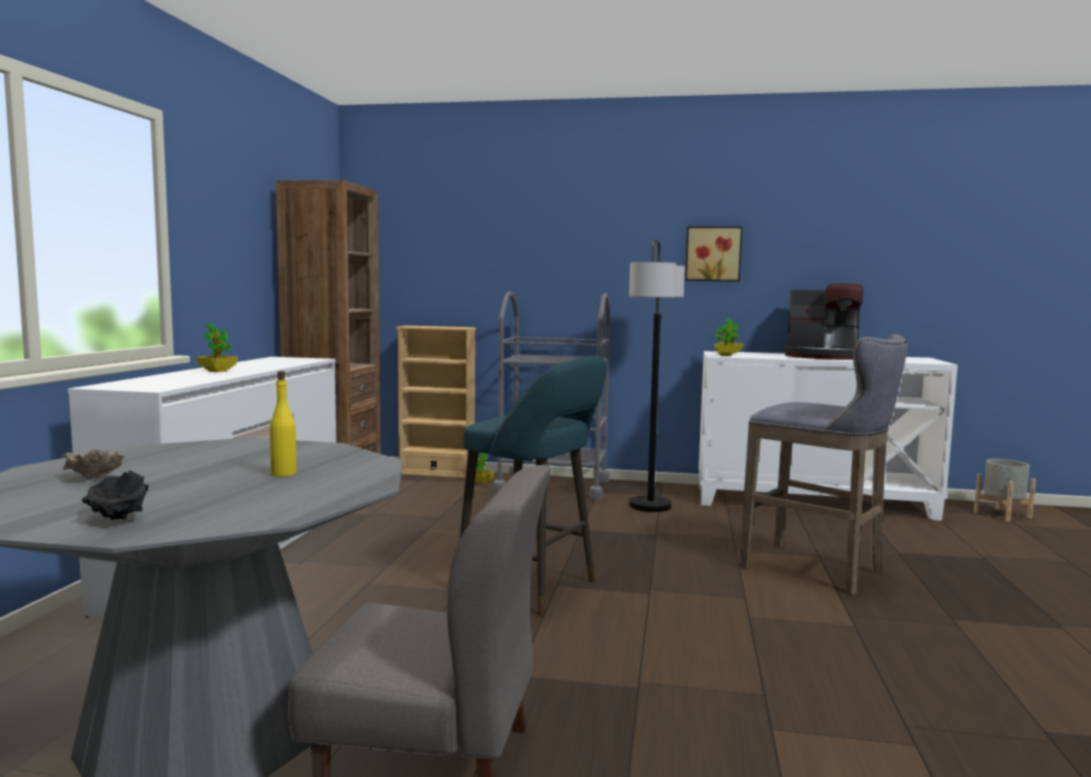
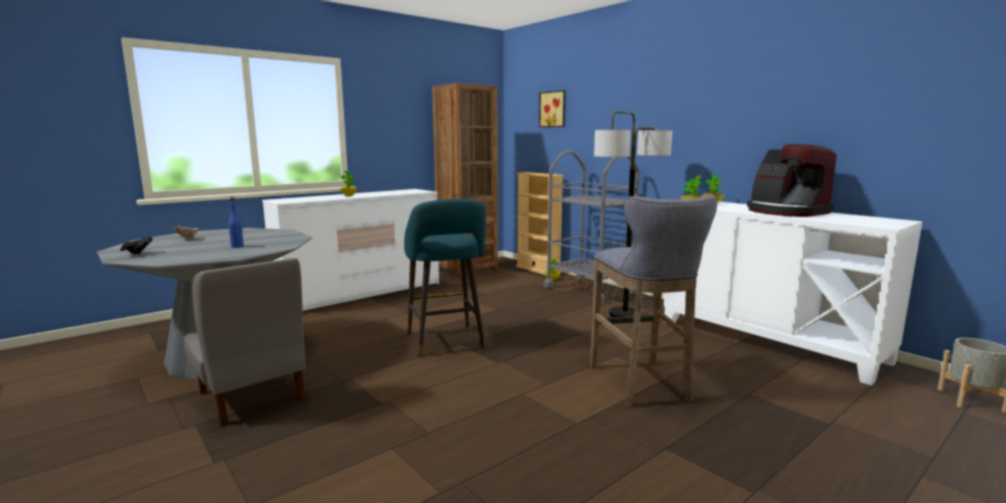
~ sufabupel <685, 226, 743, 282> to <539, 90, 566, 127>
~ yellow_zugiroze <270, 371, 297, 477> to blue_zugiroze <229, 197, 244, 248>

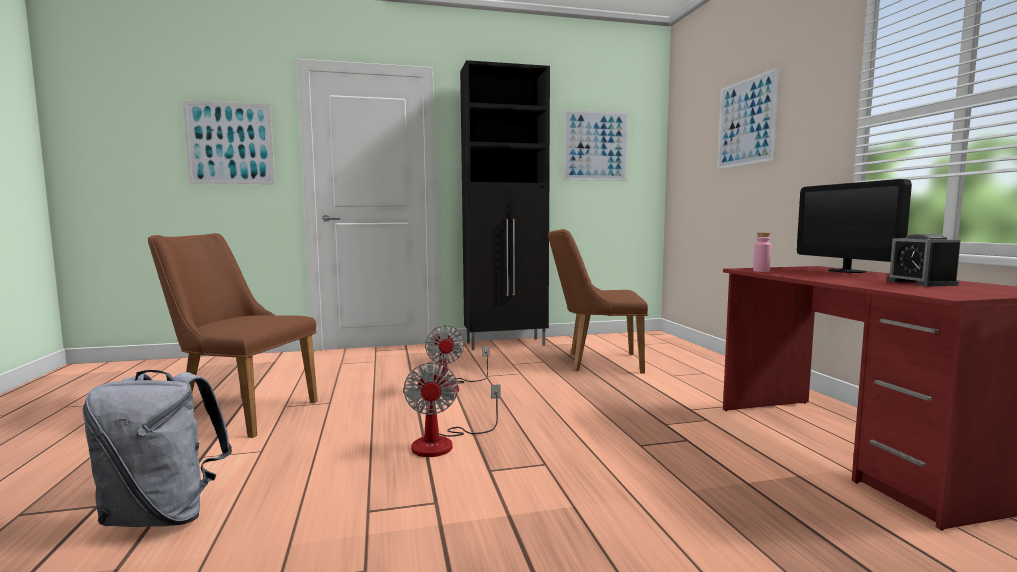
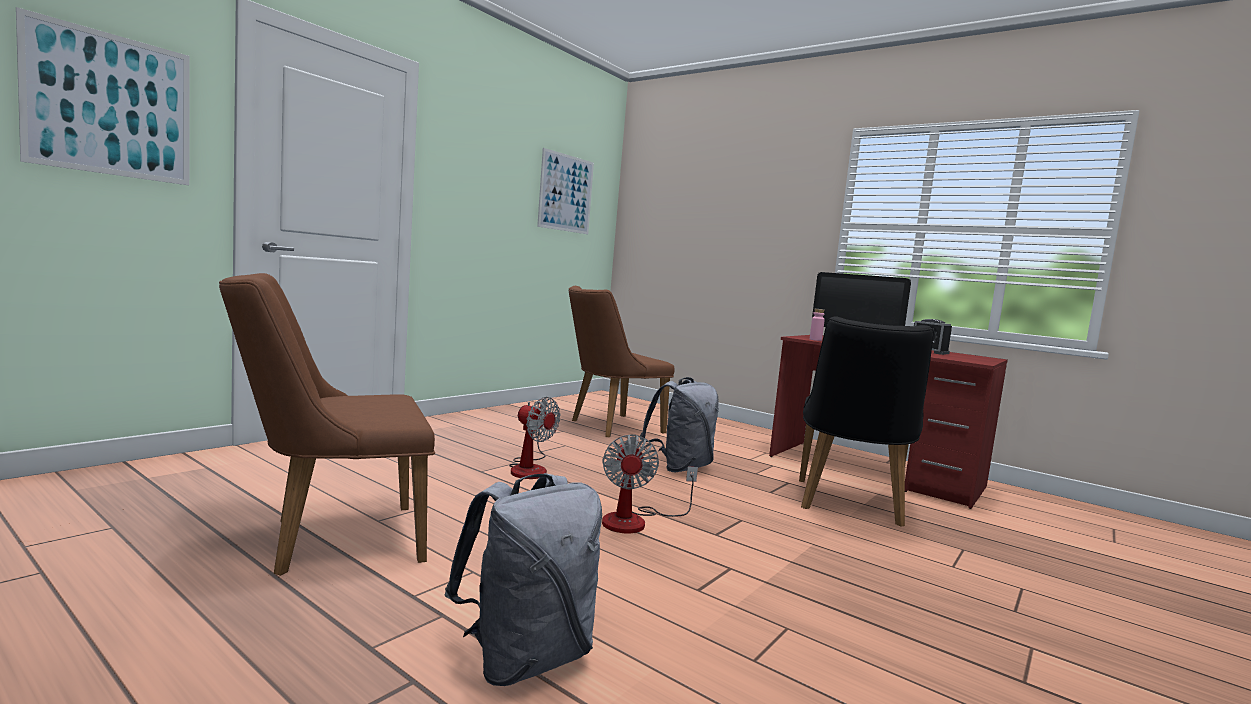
- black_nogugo <460, 60, 550, 350>
- sufabupel <717, 67, 779, 169>
~ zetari <403, 362, 501, 457> = <602, 434, 698, 533> 45 degrees clockwise
+ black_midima <799, 317, 934, 527>
+ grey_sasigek <640, 377, 719, 472>

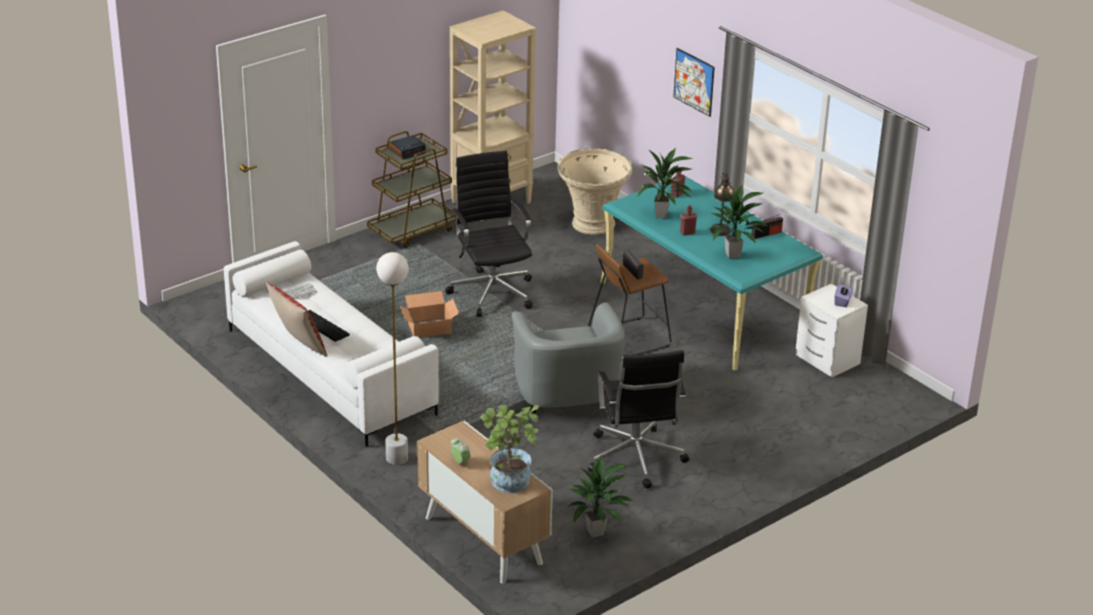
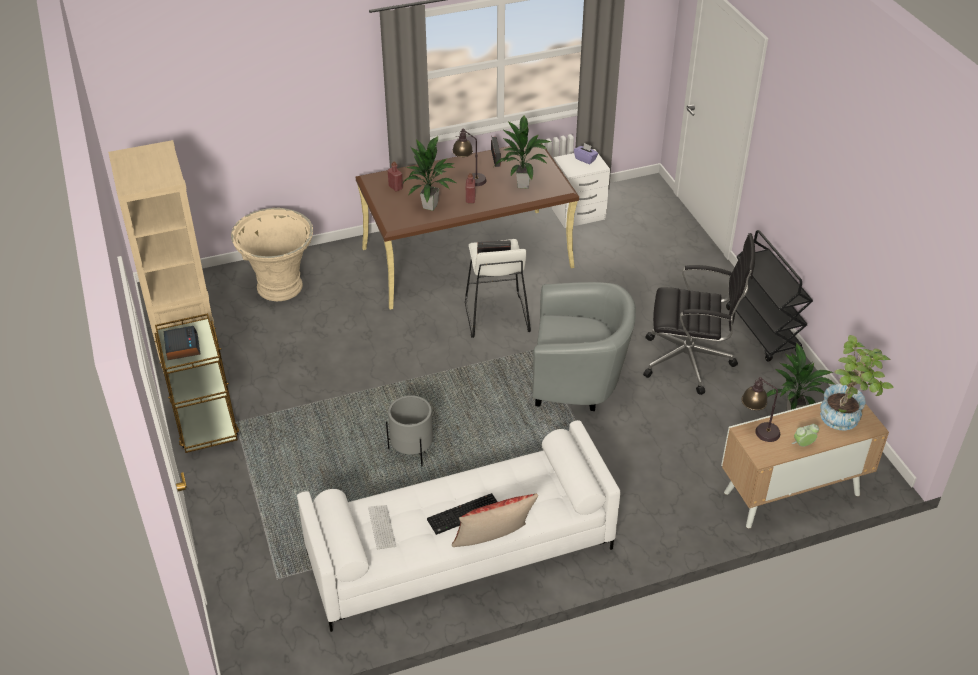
- sufabupel <673, 48, 715, 117>
- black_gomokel <445, 151, 533, 317>
~ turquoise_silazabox <600, 176, 823, 371> to brown_silazabox <356, 143, 579, 310>
~ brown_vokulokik <588, 244, 671, 355> to white_vokulokik <465, 239, 531, 338>
- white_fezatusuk <376, 252, 409, 465>
~ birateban <400, 291, 459, 338> to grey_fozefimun <386, 395, 433, 466>
+ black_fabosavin <726, 230, 813, 362>
+ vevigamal <742, 377, 780, 442>

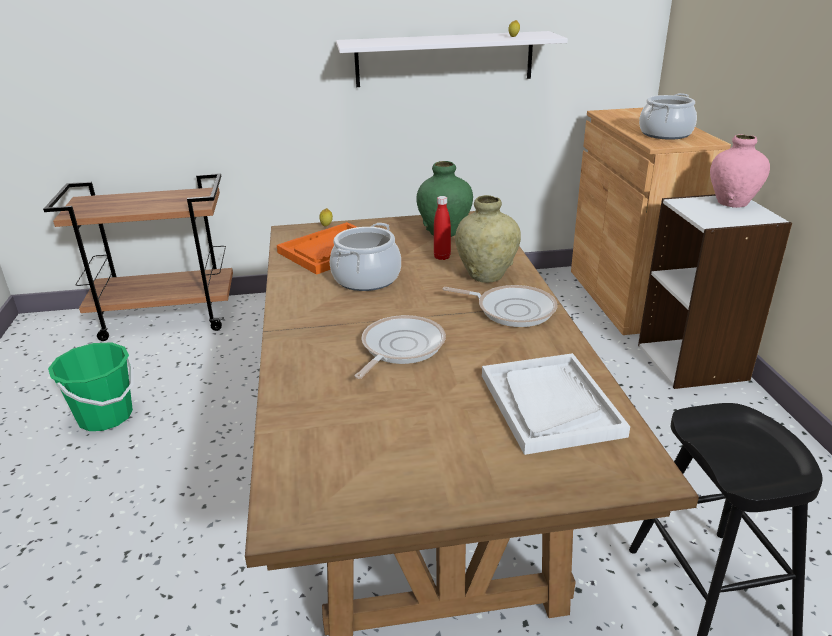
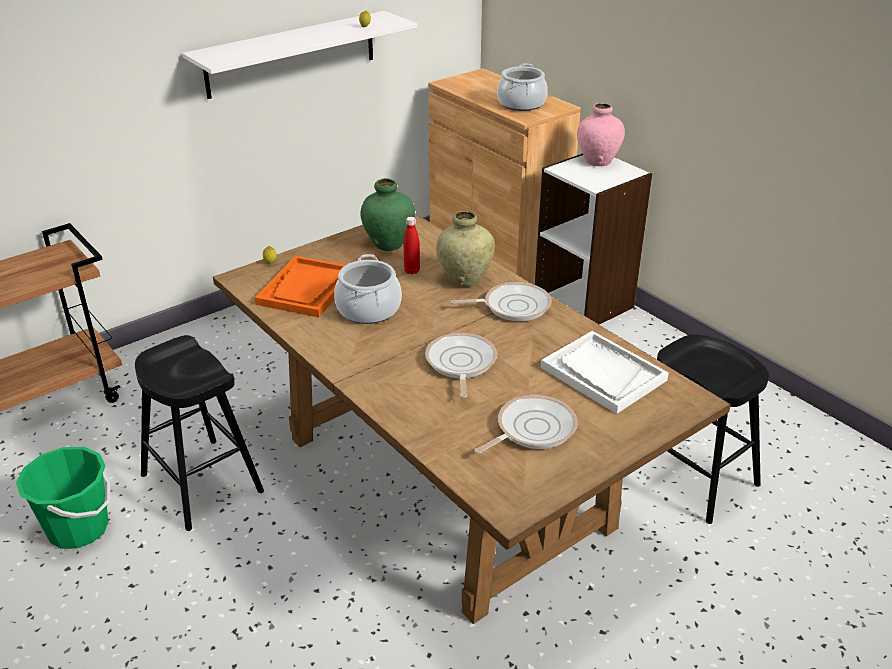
+ black_vokulokik <135, 335, 264, 531>
+ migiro <475, 395, 578, 454>

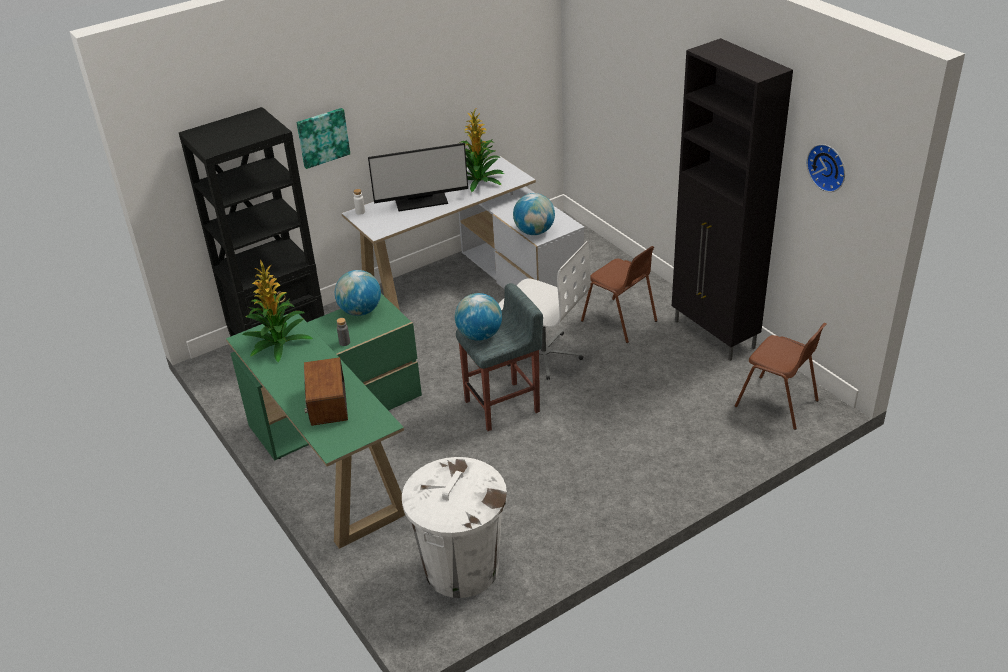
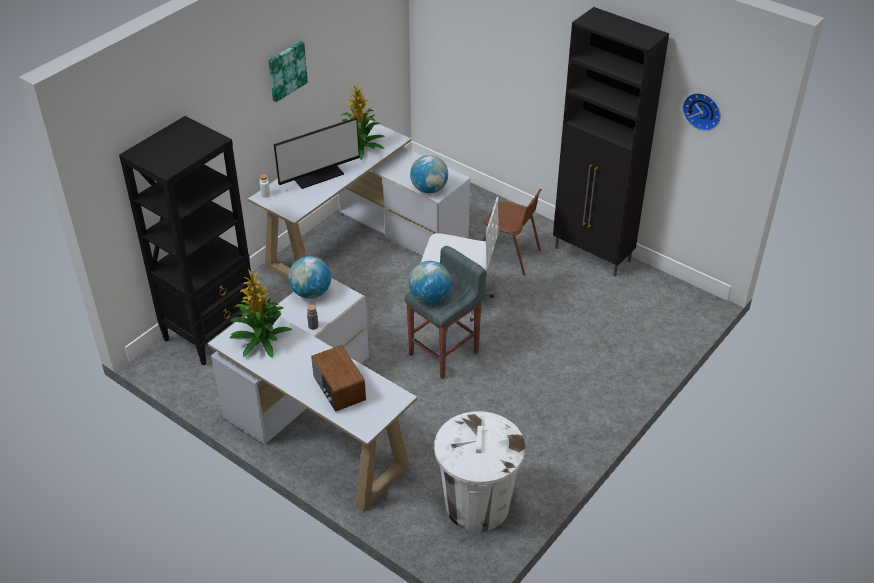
~ sufabupel <296, 108, 350, 169> to <268, 41, 308, 102>
~ green_silazabox <226, 294, 422, 549> to white_silazabox <208, 278, 417, 512>
- brown_midima <735, 323, 826, 430>

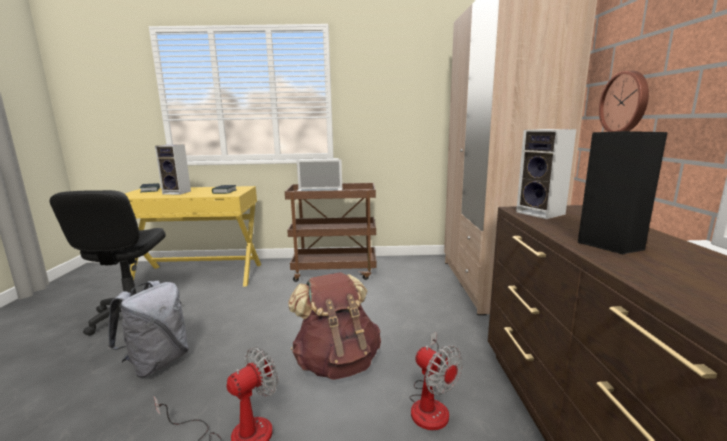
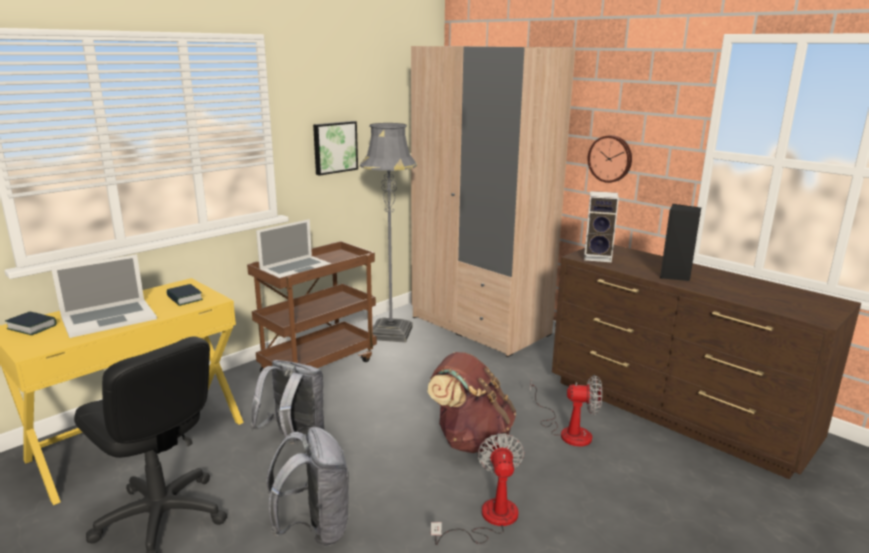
~ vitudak <155, 144, 191, 195> to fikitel <51, 254, 157, 338>
+ sufabupel <313, 121, 358, 176>
+ grey_fezatusuk <360, 123, 417, 343>
+ grey_sasigek <250, 360, 325, 444>

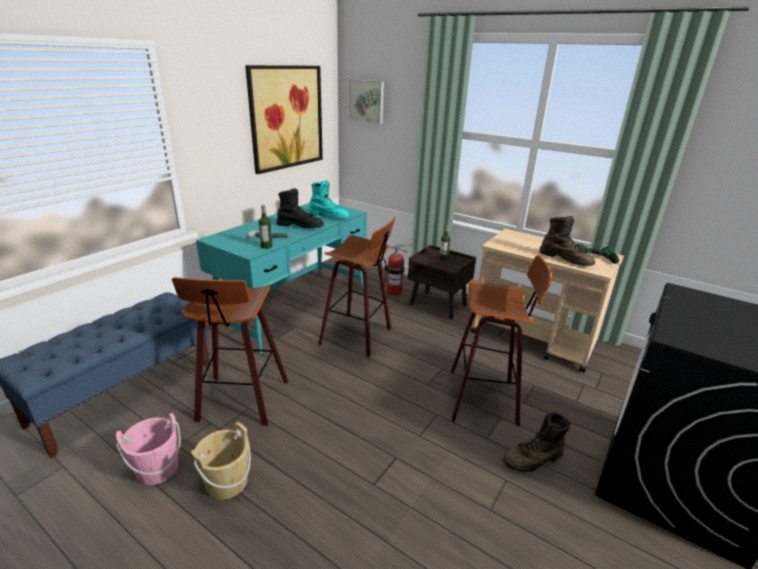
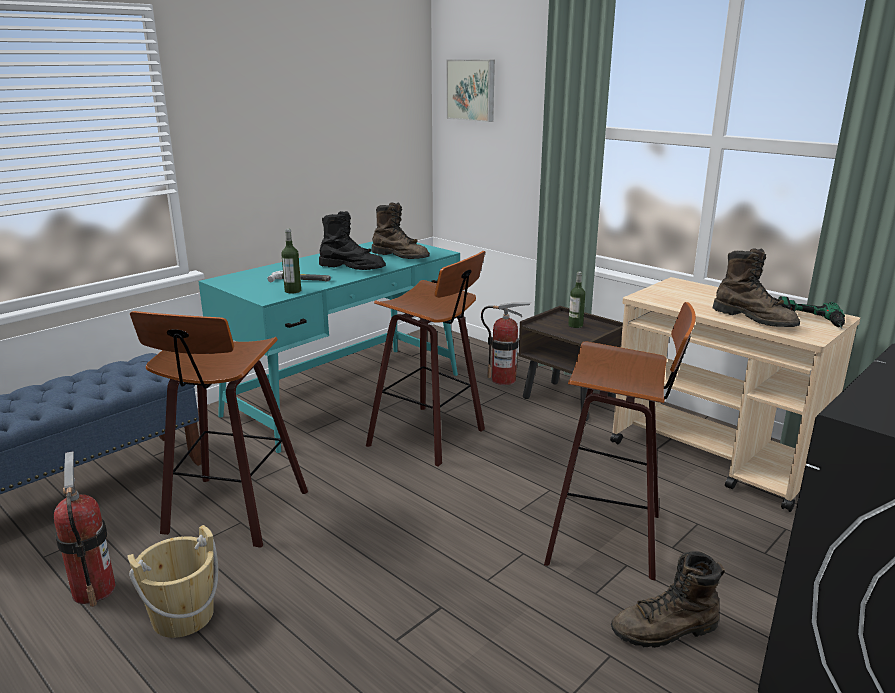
- sufabupel <245, 65, 323, 174>
~ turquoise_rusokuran <309, 180, 350, 219> to brown_rusokuran <371, 202, 430, 259>
~ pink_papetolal <116, 413, 181, 485> to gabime <54, 451, 116, 607>

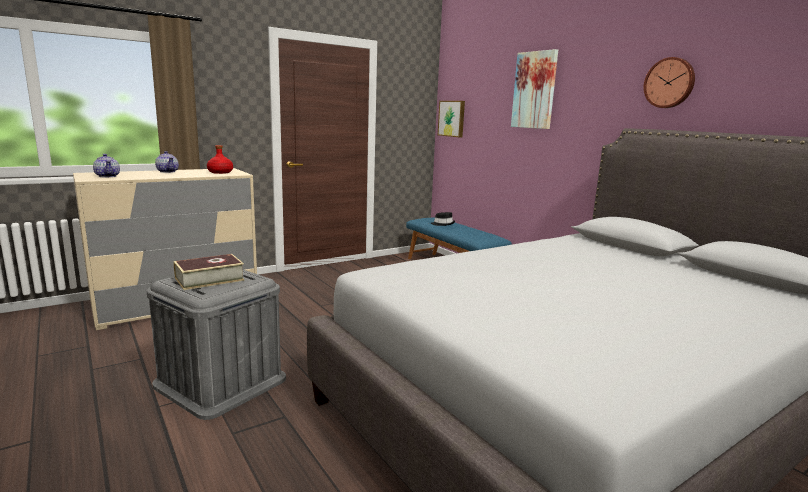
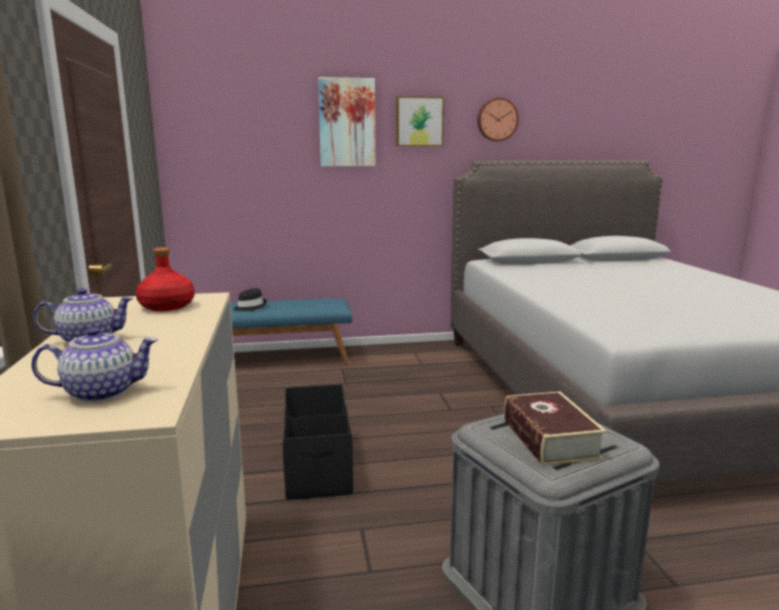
~ sufabupel <438, 101, 465, 137> to <396, 96, 445, 146>
+ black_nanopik <283, 384, 353, 500>

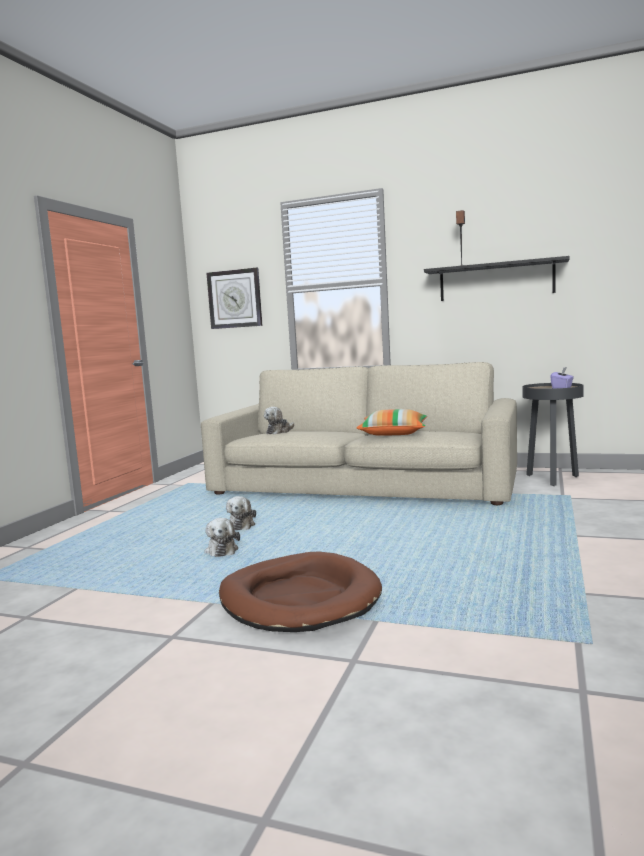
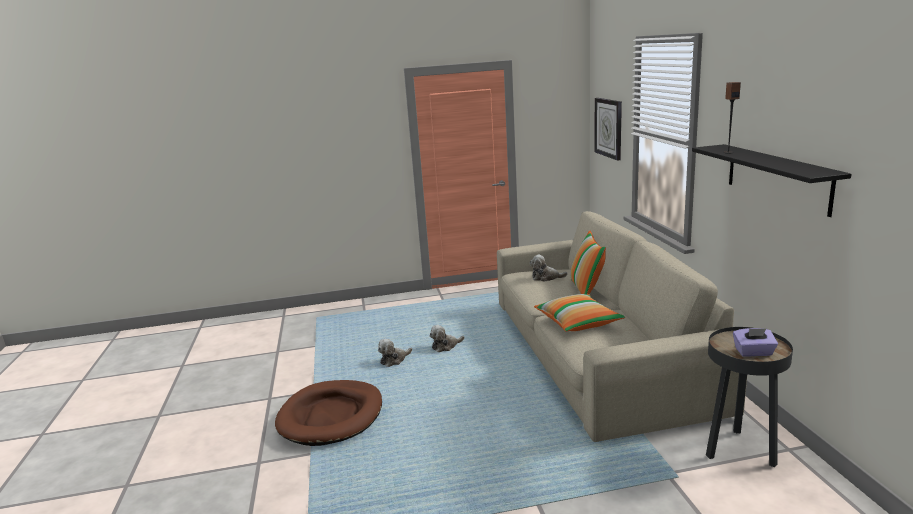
+ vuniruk <571, 230, 606, 294>

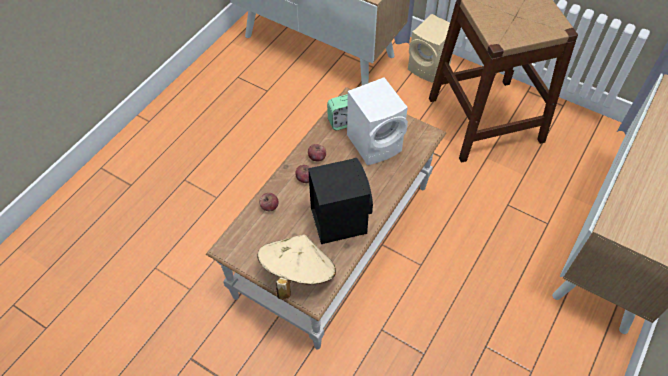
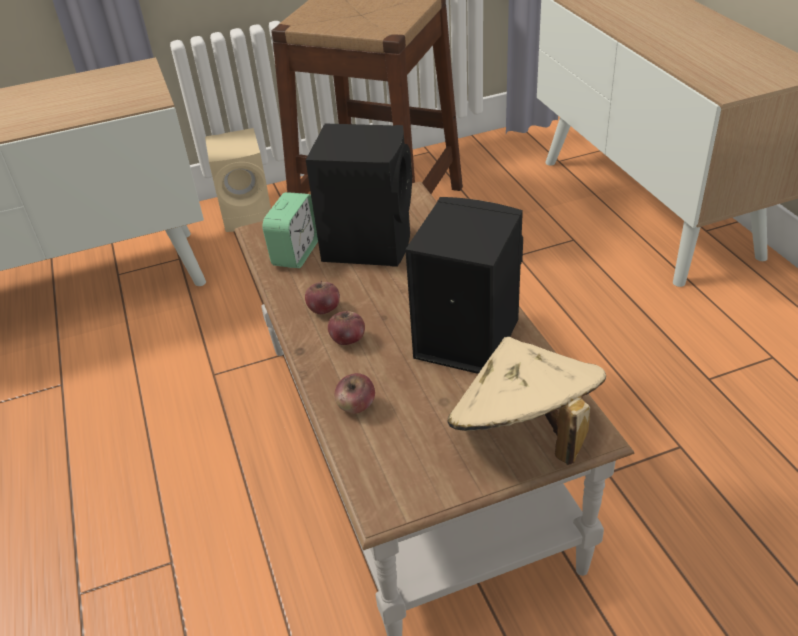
~ white_vitudak <347, 77, 408, 165> to black_vitudak <306, 123, 412, 267>

